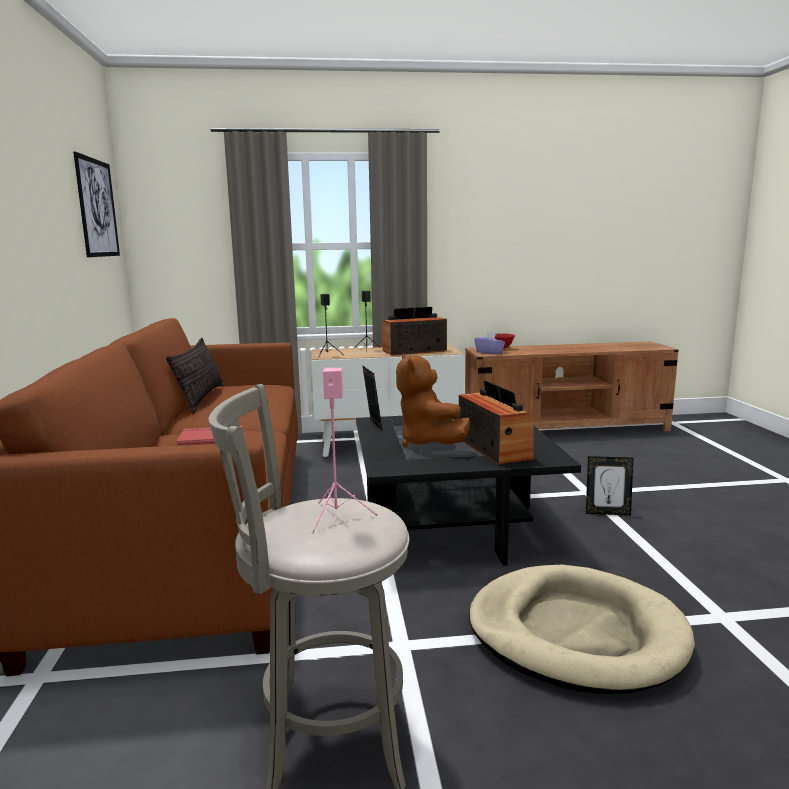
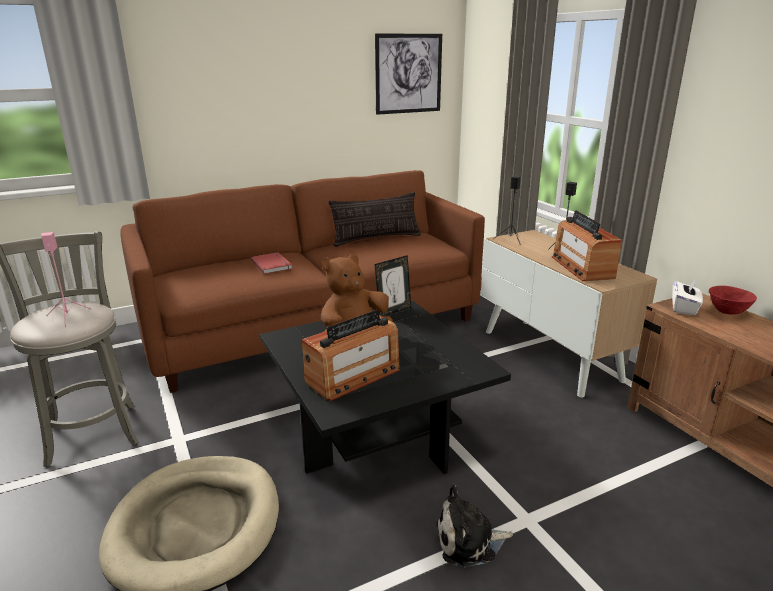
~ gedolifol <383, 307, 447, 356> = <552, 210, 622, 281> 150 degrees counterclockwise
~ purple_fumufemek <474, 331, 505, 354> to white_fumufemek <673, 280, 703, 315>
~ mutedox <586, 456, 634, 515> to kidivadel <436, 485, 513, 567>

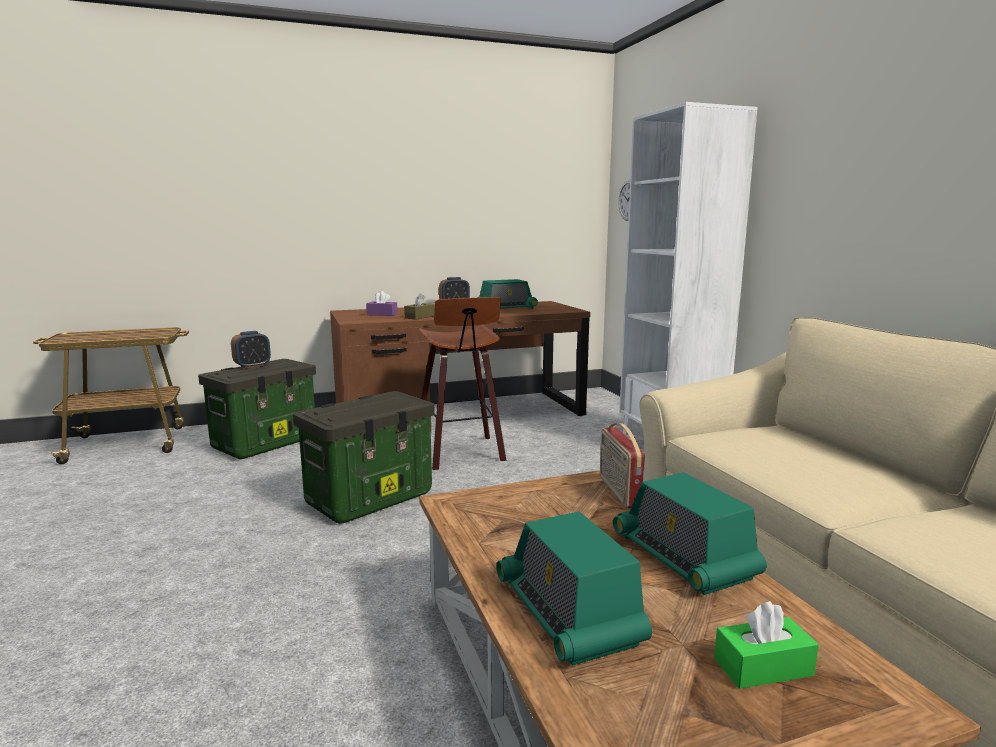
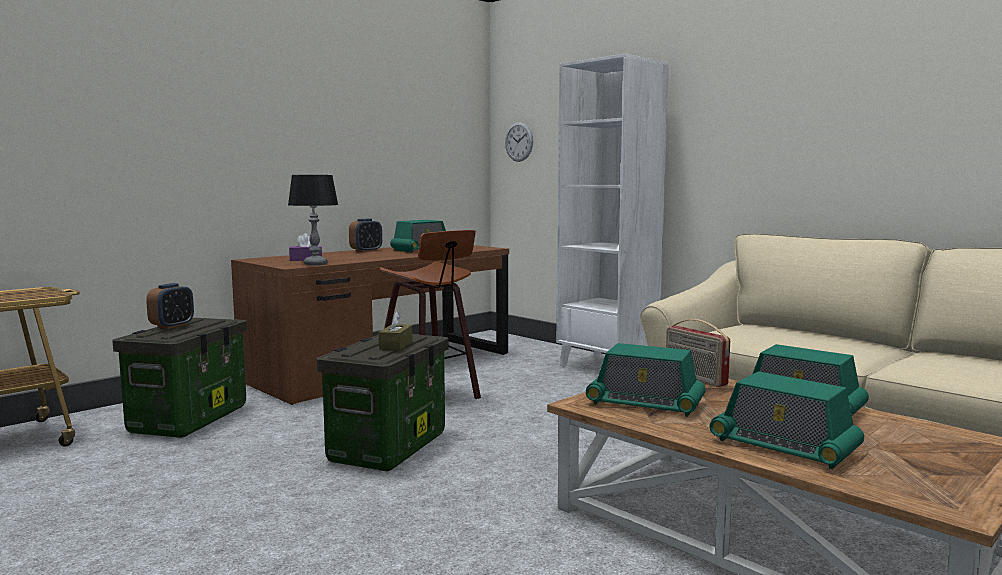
~ brown_fumufemek <404, 293, 434, 320> to <379, 311, 413, 351>
- green_fumufemek <714, 601, 819, 689>
+ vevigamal <288, 175, 338, 265>
+ gedolifol <586, 343, 706, 417>

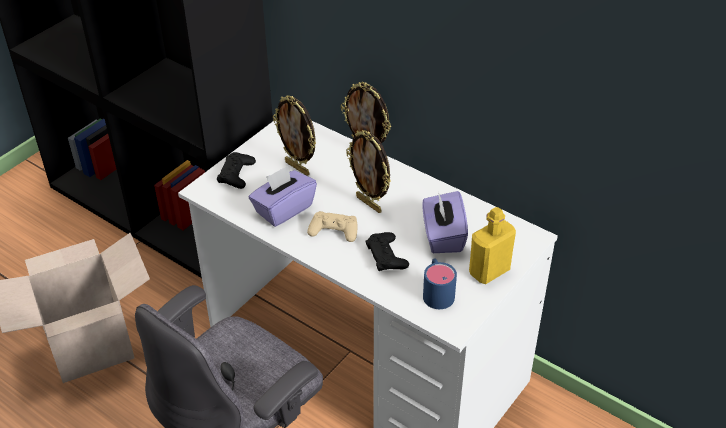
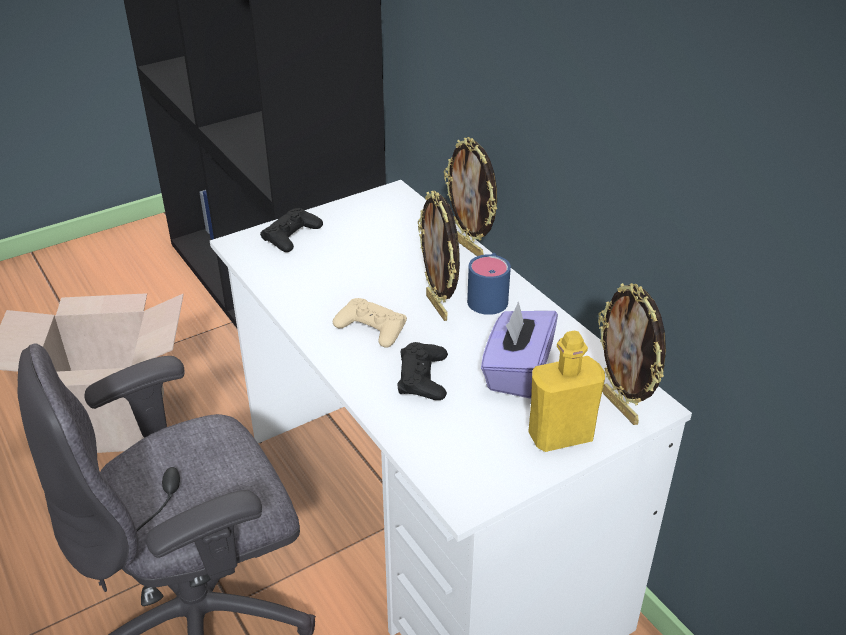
~ mutedox <273, 95, 316, 176> to <598, 283, 666, 425>
- purple_fumufemek <249, 166, 317, 227>
~ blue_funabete <423, 258, 457, 309> to <467, 253, 511, 315>

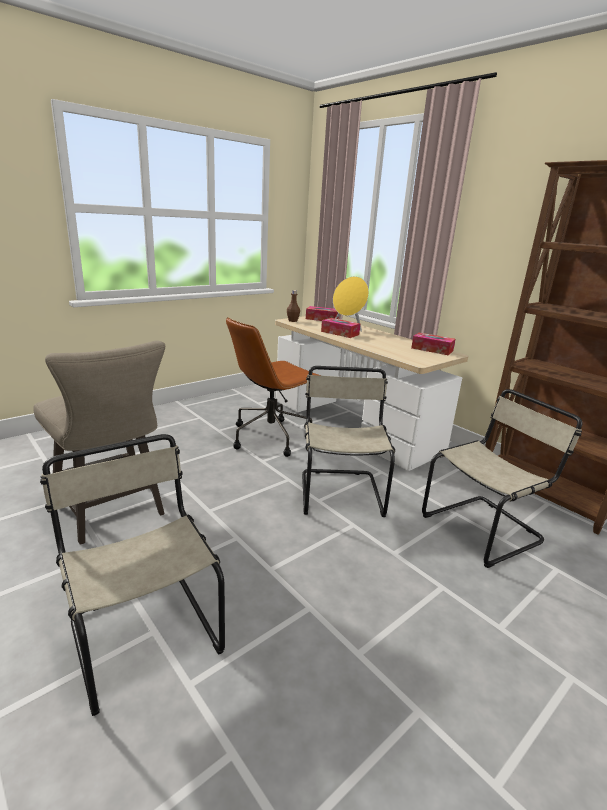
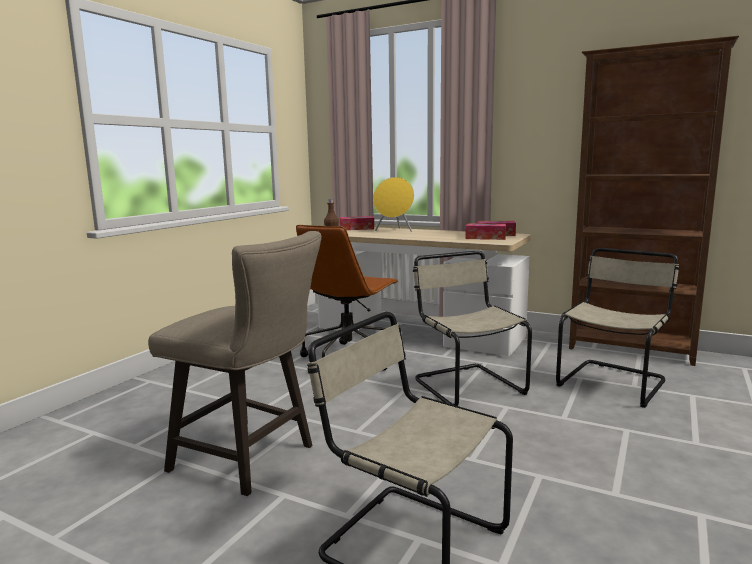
~ fumufemek <321, 318, 360, 338> to <465, 223, 506, 240>

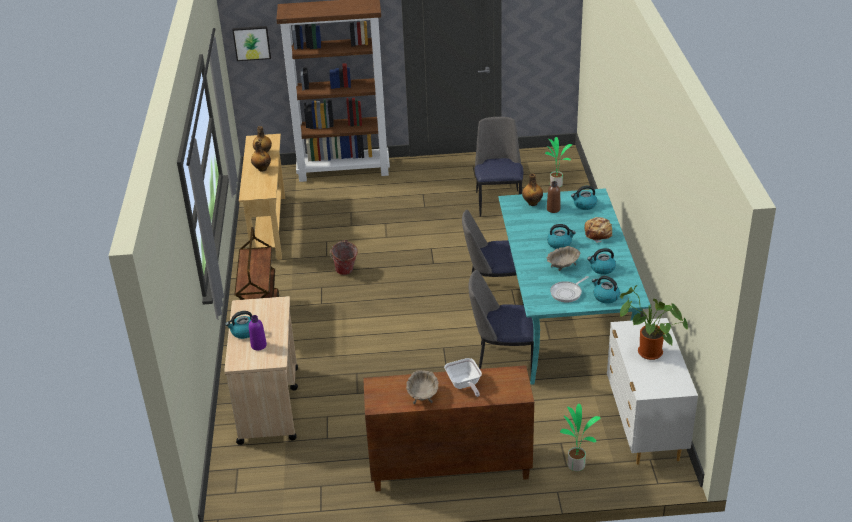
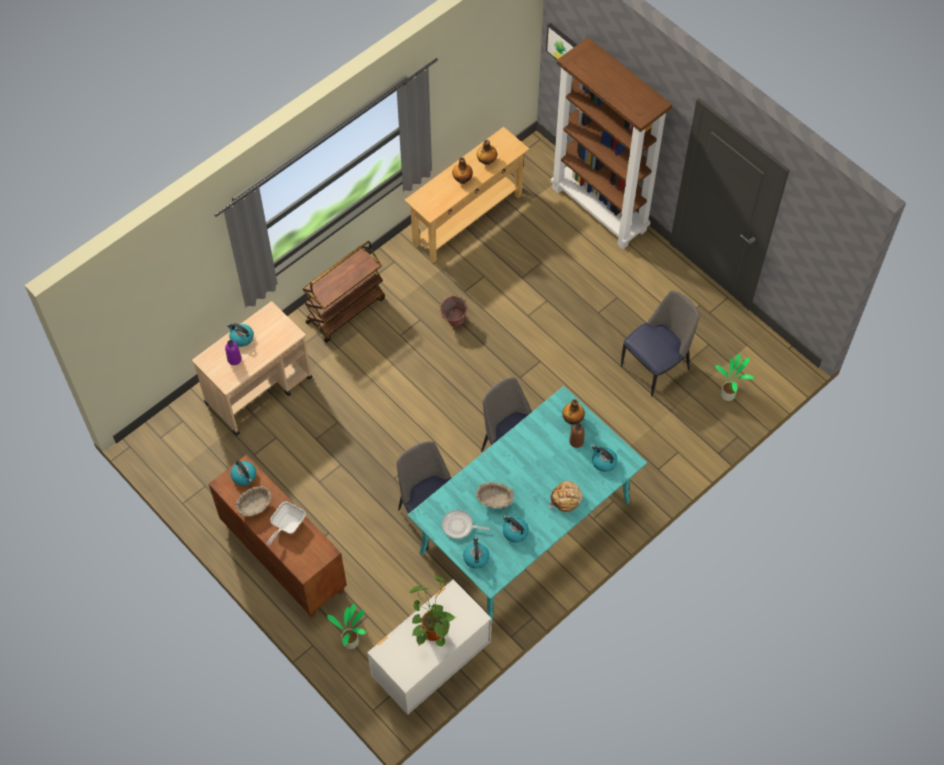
~ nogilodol <547, 224, 576, 249> to <231, 460, 257, 486>

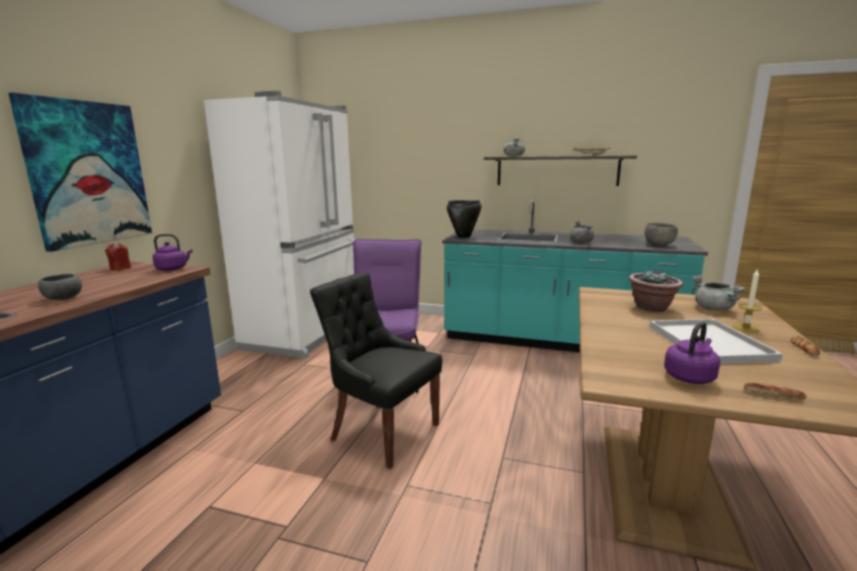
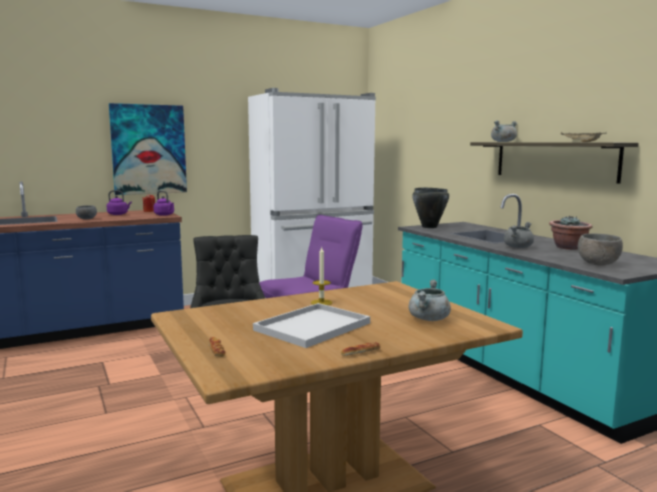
~ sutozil <733, 268, 762, 332> to <311, 247, 332, 305>
~ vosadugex <629, 270, 683, 312> to <549, 216, 593, 250>
~ purple_nogilodol <664, 322, 720, 384> to <107, 190, 132, 215>

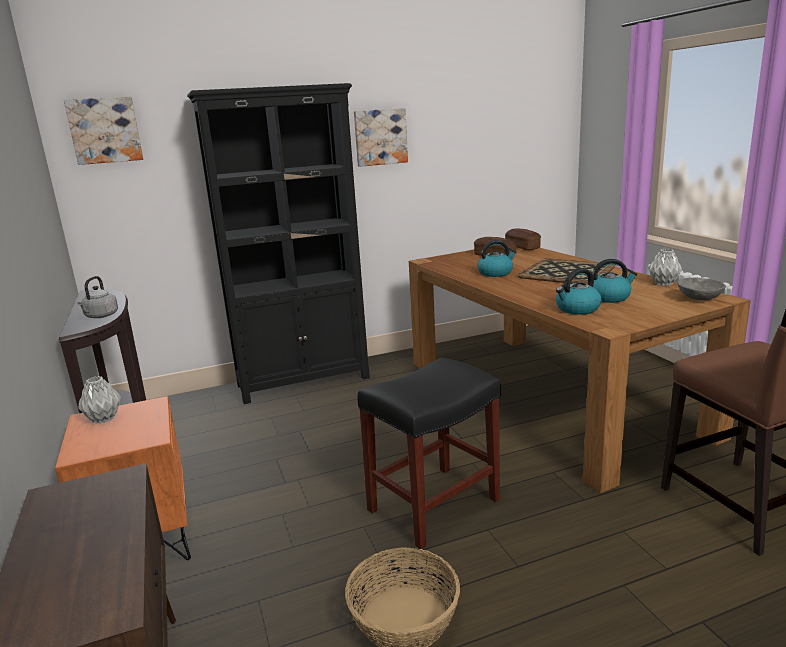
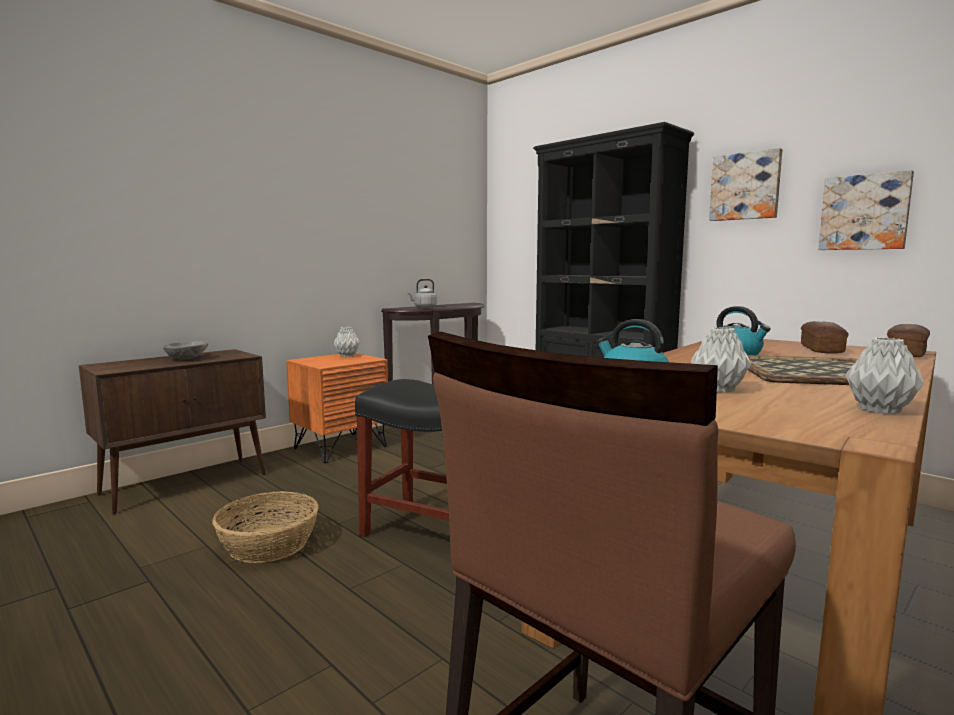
~ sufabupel <64, 97, 143, 165> to <818, 170, 914, 250>
~ nogilodol <593, 259, 638, 303> to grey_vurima <691, 327, 751, 393>
~ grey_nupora <678, 277, 726, 300> to <162, 341, 208, 360>

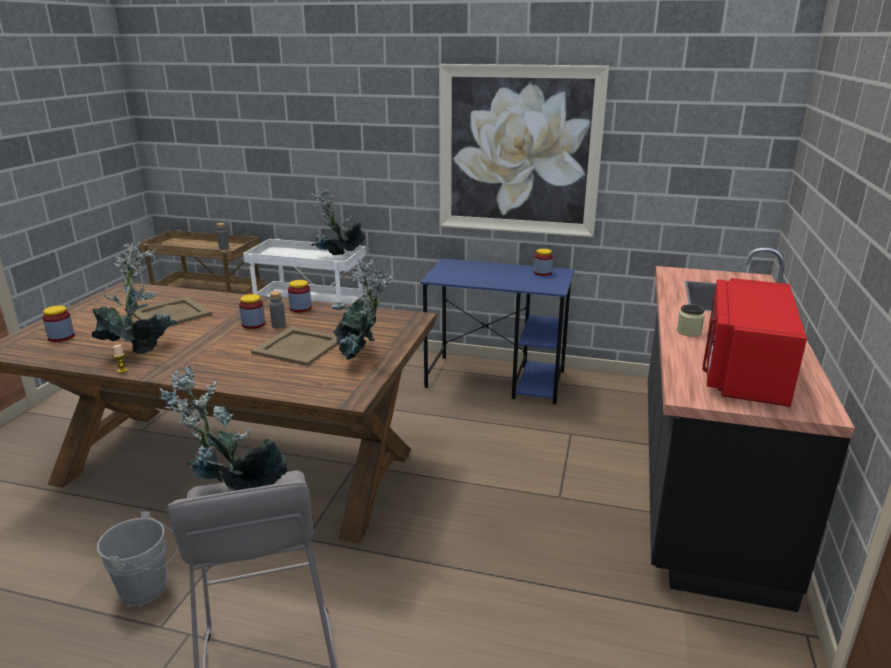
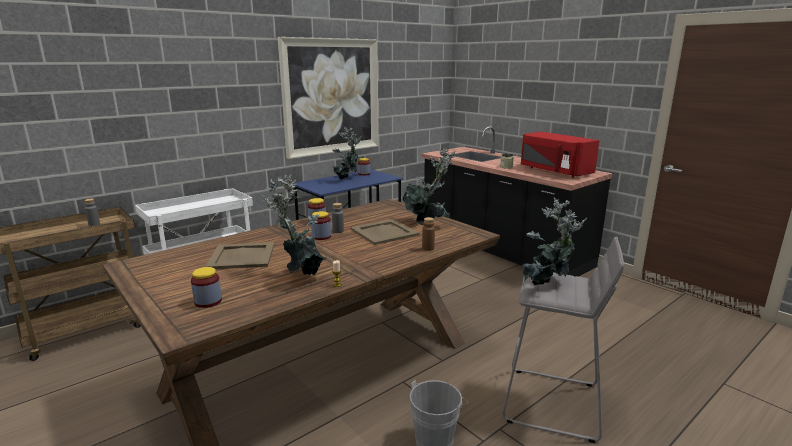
~ vosadugex <311, 186, 366, 255> to <333, 127, 362, 179>
+ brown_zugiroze <422, 217, 435, 251>

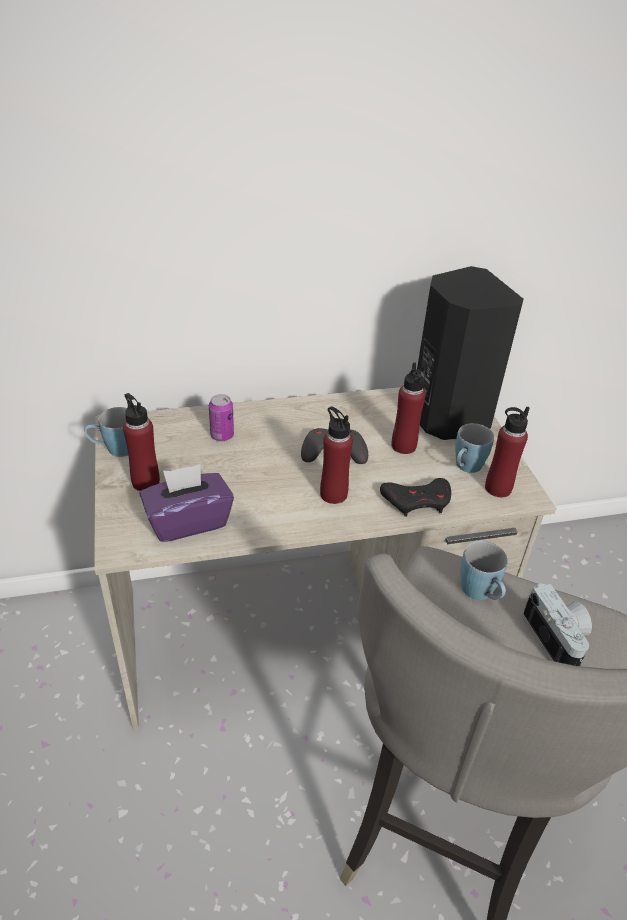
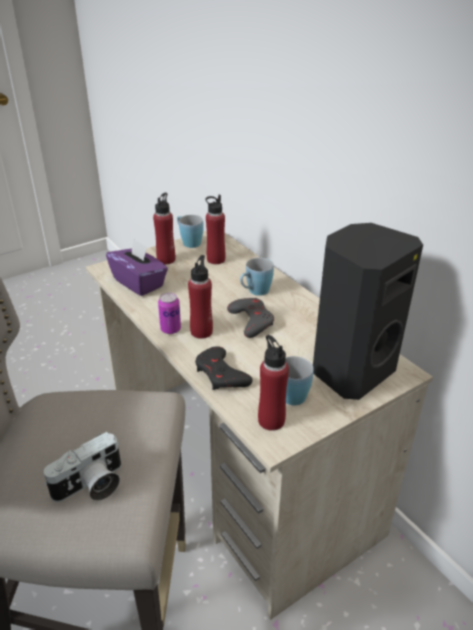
~ red_zugiroze <392, 363, 426, 454> to <205, 195, 225, 264>
~ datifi <209, 394, 234, 441> to <158, 293, 181, 334>
~ blue_funabete <461, 541, 508, 600> to <240, 258, 274, 296>

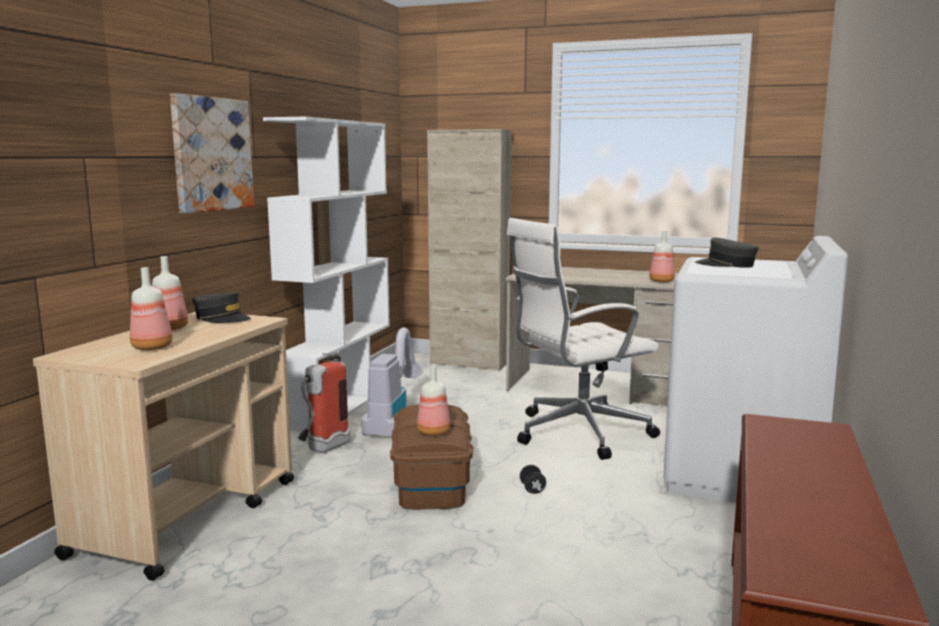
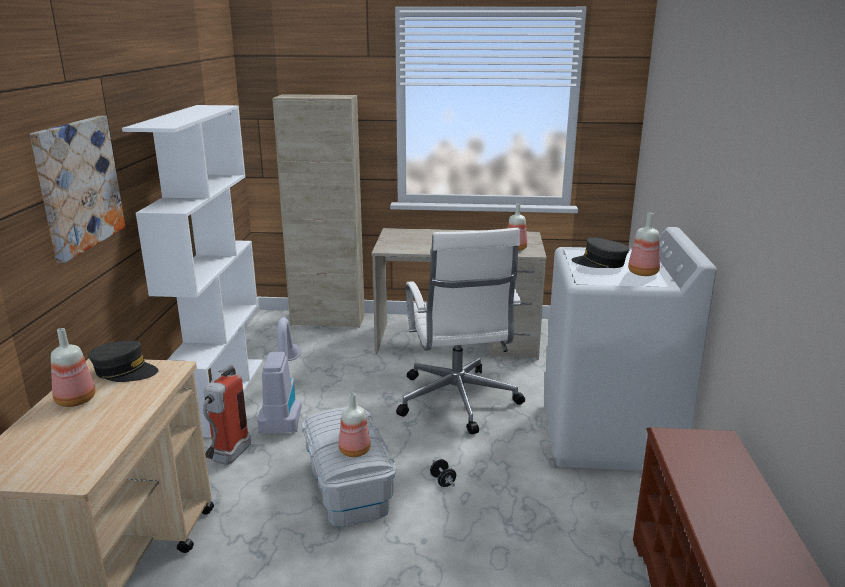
~ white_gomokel <507, 218, 660, 460> = <396, 228, 525, 434> 60 degrees counterclockwise
~ zugiroze <130, 267, 173, 350> to <628, 213, 660, 276>
~ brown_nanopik <390, 404, 474, 510> to white_nanopik <302, 407, 397, 527>

